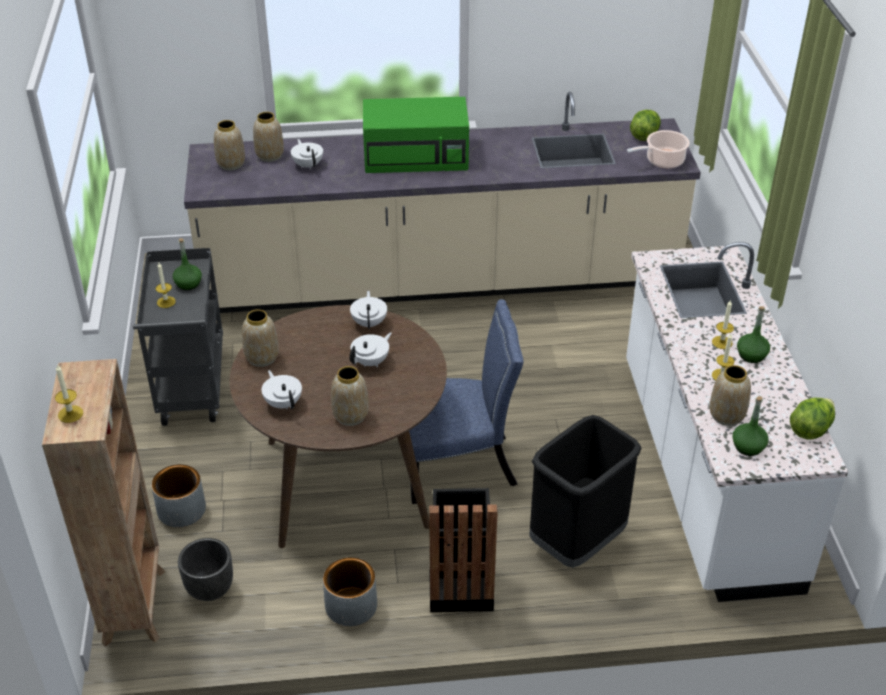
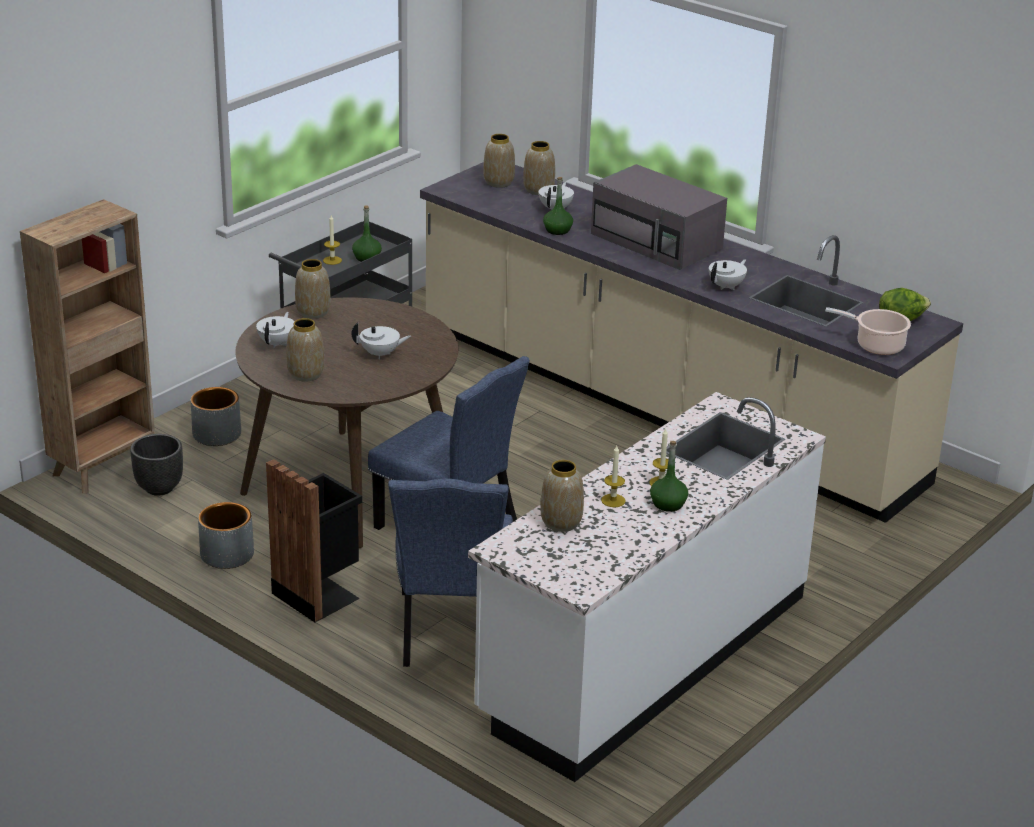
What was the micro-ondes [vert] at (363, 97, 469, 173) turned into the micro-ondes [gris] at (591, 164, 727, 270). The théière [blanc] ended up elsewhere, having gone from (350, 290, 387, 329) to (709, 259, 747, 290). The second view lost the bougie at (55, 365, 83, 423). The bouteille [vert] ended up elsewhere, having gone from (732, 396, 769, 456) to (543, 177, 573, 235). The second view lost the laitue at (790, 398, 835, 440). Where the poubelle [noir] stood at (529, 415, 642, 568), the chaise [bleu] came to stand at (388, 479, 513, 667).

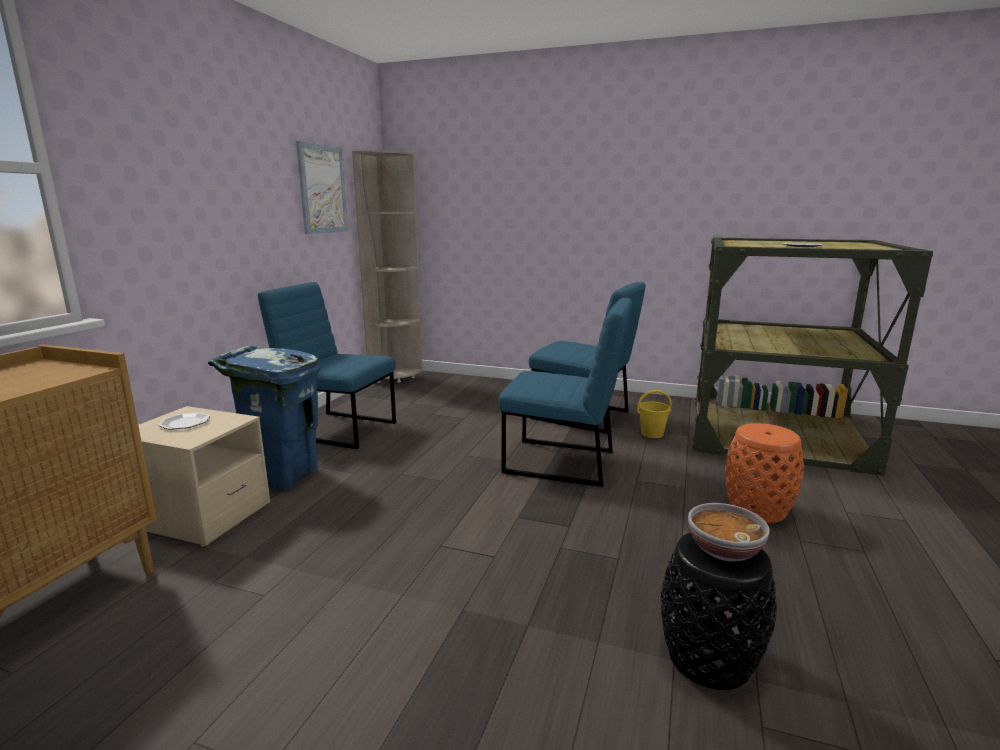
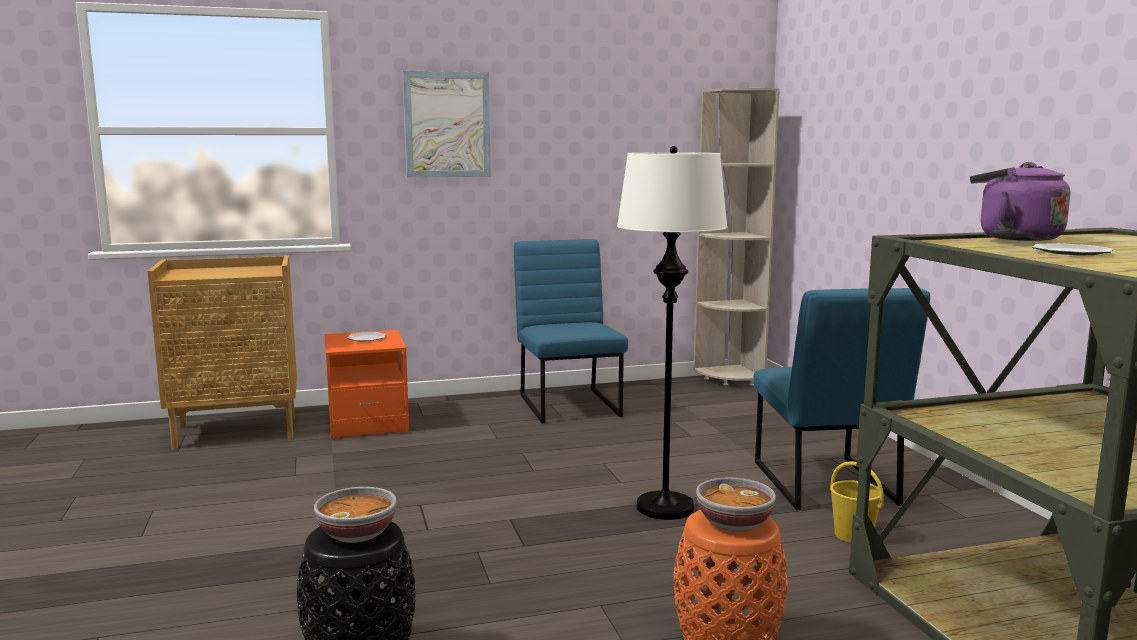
The tableau ended up elsewhere, having gone from (296, 141, 348, 234) to (403, 71, 491, 178). Where the chaise [bleu] stood at (499, 298, 632, 487), the lampadaire [blanc] came to stand at (617, 146, 728, 520). The second view lost the poubelle [bleu] at (208, 346, 321, 490). What was the table de chevet [beige] at (138, 406, 270, 547) turned into the table de chevet [orange] at (325, 330, 409, 438). The second view gained the bouilloire [violet] at (970, 162, 1070, 241). The second view gained the bol at (696, 477, 776, 532).

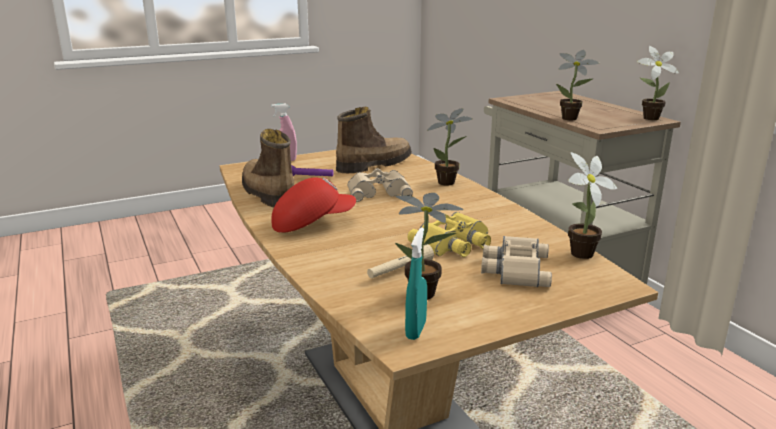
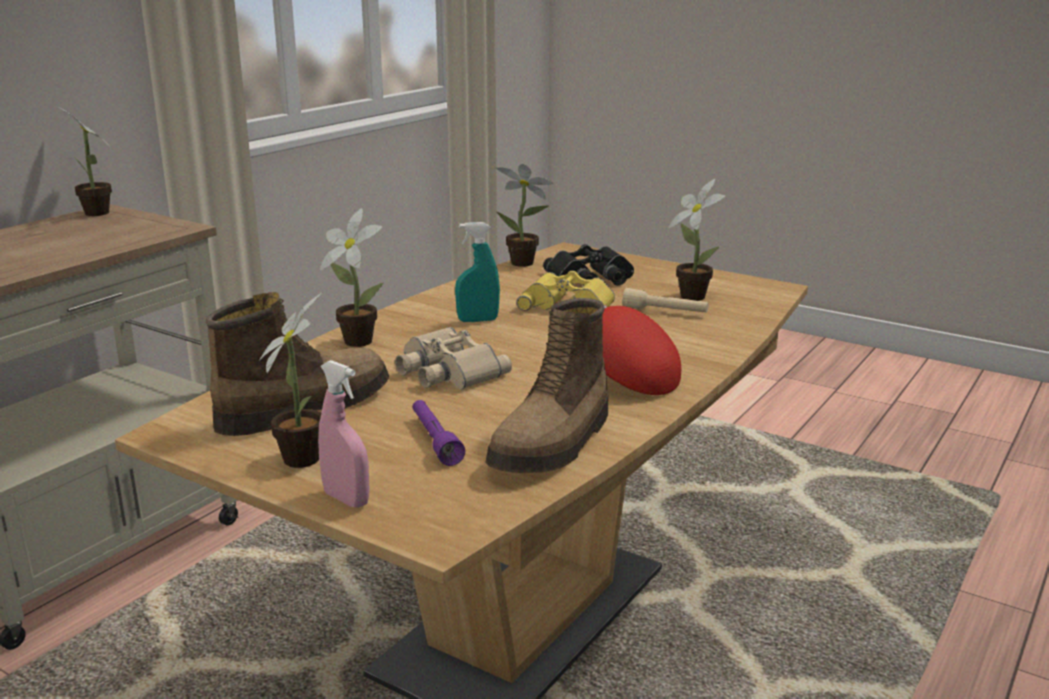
The plante en pot ended up elsewhere, having gone from (556, 50, 599, 120) to (259, 293, 321, 468). The botte at (336, 107, 412, 173) ended up facing another way, 120 degrees clockwise from before. The vaporisateur [turquoise] ended up elsewhere, having gone from (405, 227, 427, 340) to (455, 222, 500, 322). What was the jumelles [beige] at (481, 236, 552, 287) turned into the jumelles [noir] at (543, 244, 634, 286).

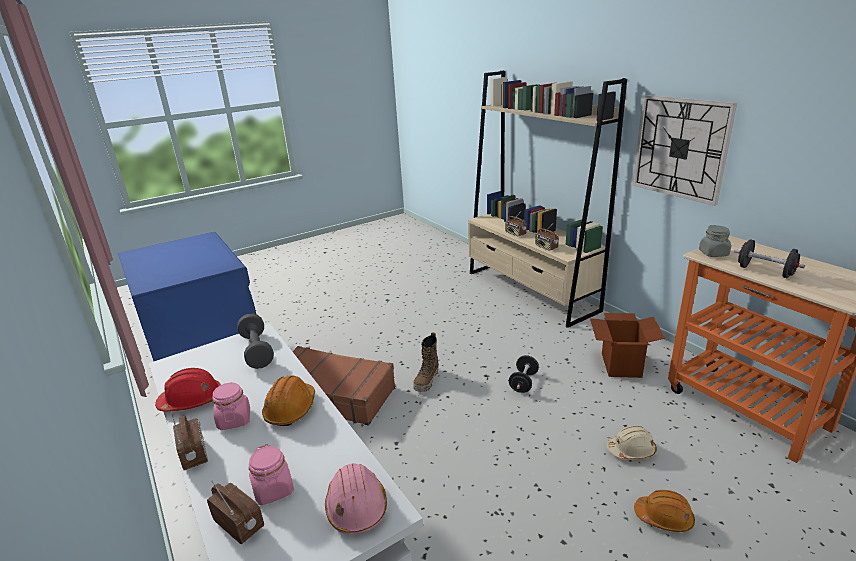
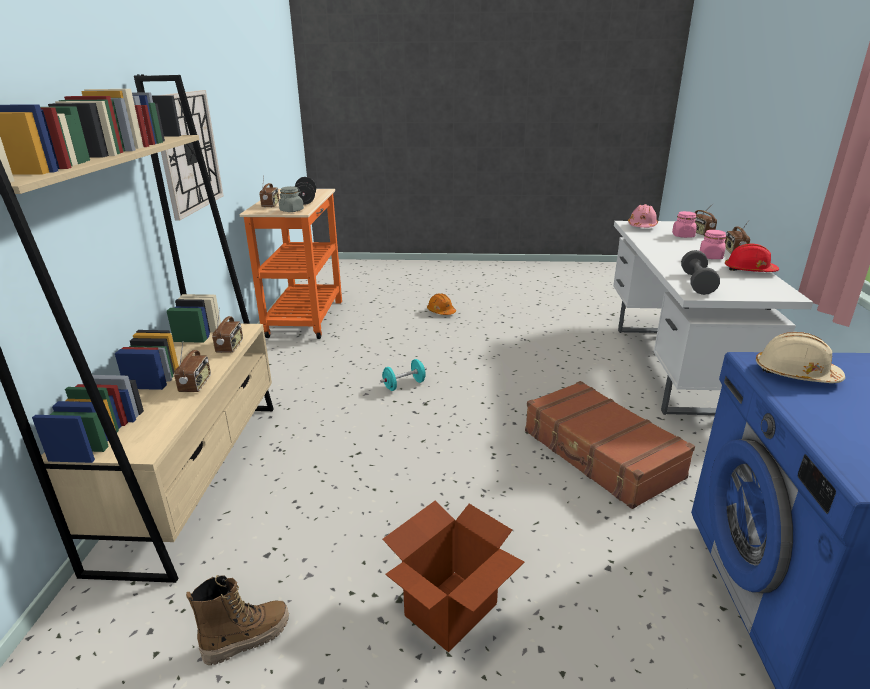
The carton ended up elsewhere, having gone from (590, 313, 665, 378) to (382, 501, 524, 653). The botte ended up elsewhere, having gone from (413, 333, 439, 392) to (186, 575, 289, 665). What was the haltère [noir] at (509, 355, 539, 393) turned into the haltère [turquoise] at (380, 359, 427, 391). The second view lost the casque de chantier [orange] at (262, 375, 315, 426). The casque de chantier [beige] ended up elsewhere, having gone from (607, 426, 657, 460) to (756, 332, 845, 383). The second view gained the radio at (259, 177, 279, 208).

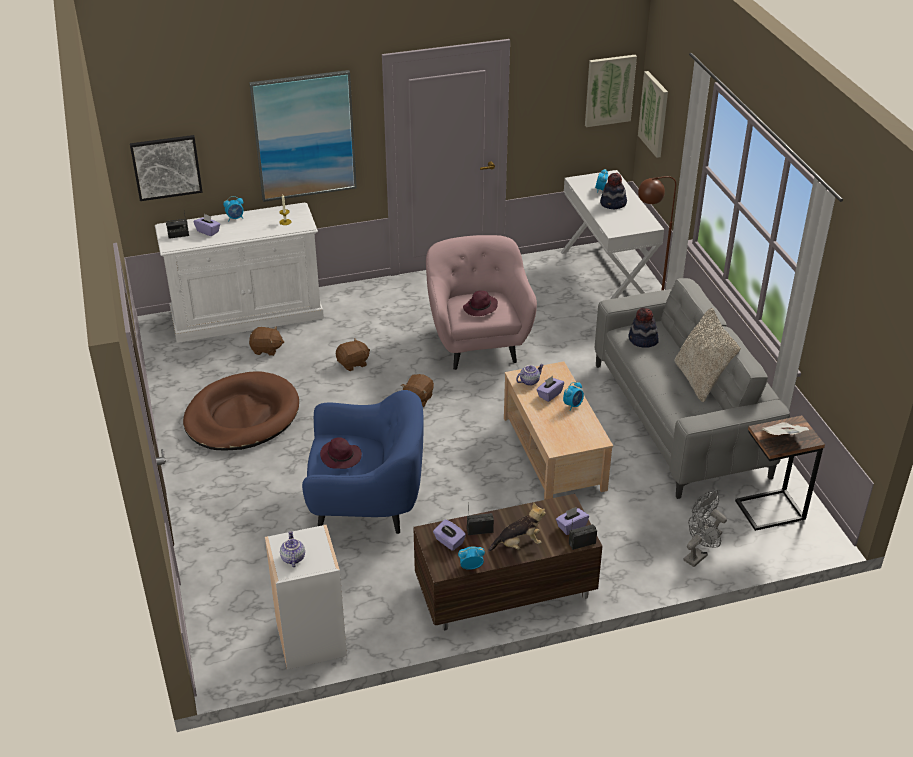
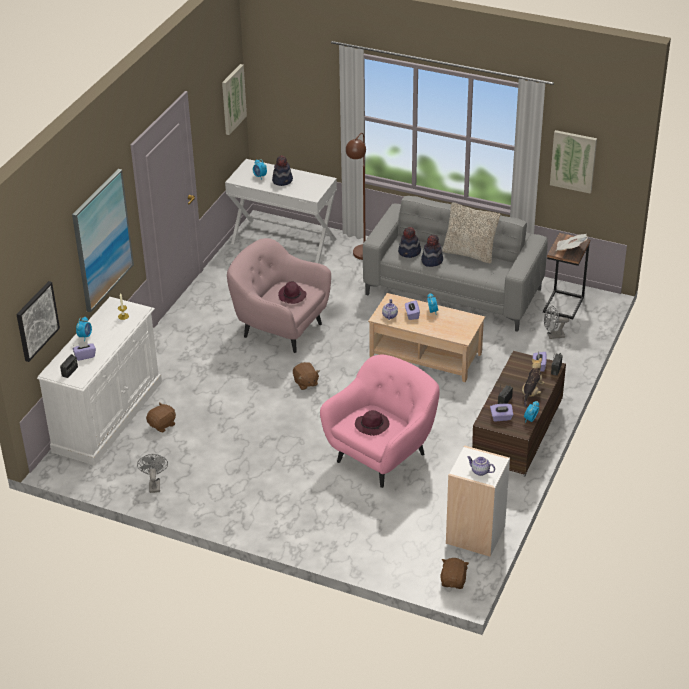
The tableau ended up elsewhere, having gone from (638, 71, 668, 158) to (550, 130, 597, 194). The peluche [marron] ended up elsewhere, having gone from (336, 338, 370, 371) to (440, 558, 469, 589). The second view lost the panier pour chien [marron] at (183, 371, 299, 450). What was the fauteuil [bleu] at (302, 390, 424, 534) turned into the fauteuil [rose] at (320, 354, 440, 488). The ventilateur [gris] ended up elsewhere, having gone from (683, 516, 721, 567) to (137, 454, 168, 493). The second view gained the chapeau at (421, 235, 443, 267).

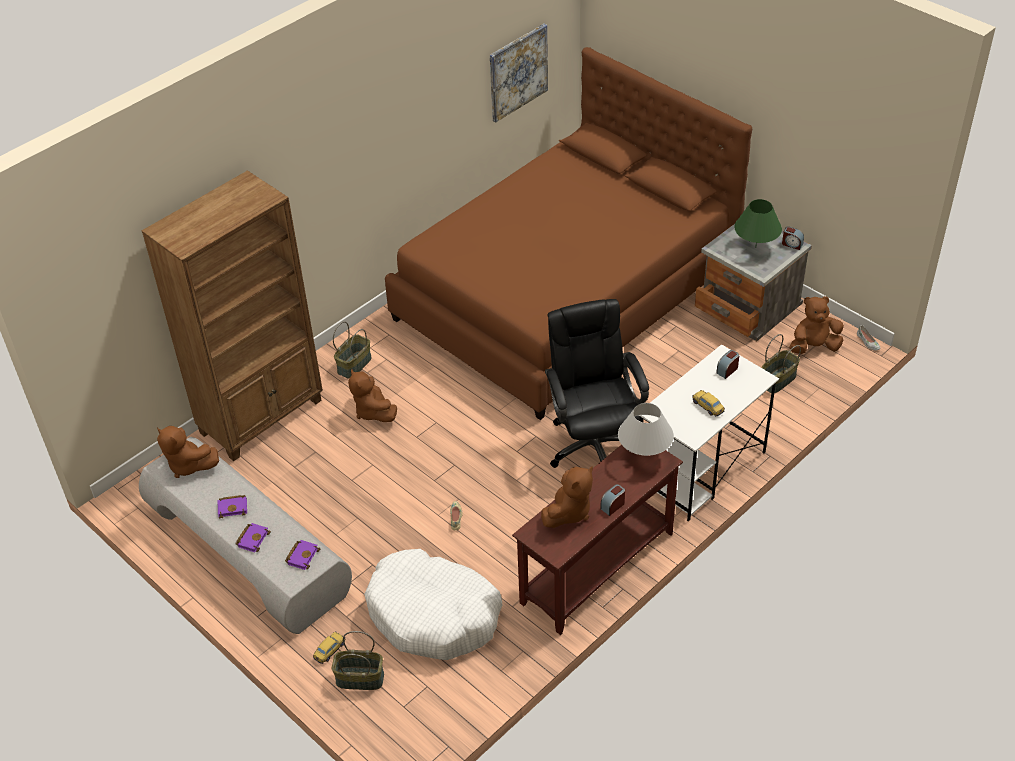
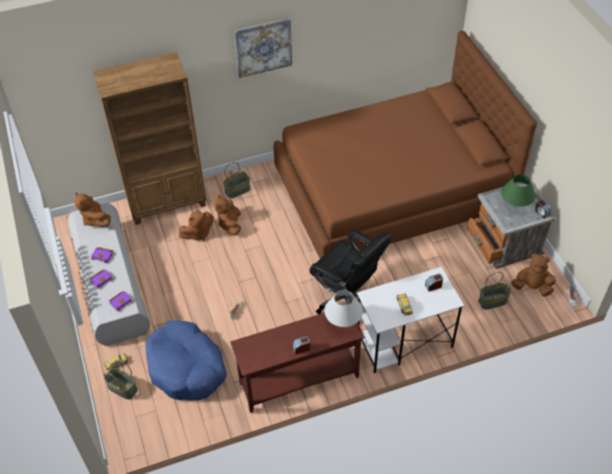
The tableau ended up elsewhere, having gone from (490, 24, 548, 123) to (234, 18, 292, 78). The chaise de bureau [noir] at (545, 299, 649, 468) ended up facing another way, 120 degrees clockwise from before. The peluche [marron] ended up elsewhere, having gone from (541, 466, 593, 528) to (179, 210, 214, 241). What was the panier pour chien [blanc] at (364, 549, 503, 660) turned into the panier pour chien [bleu] at (146, 320, 227, 401).

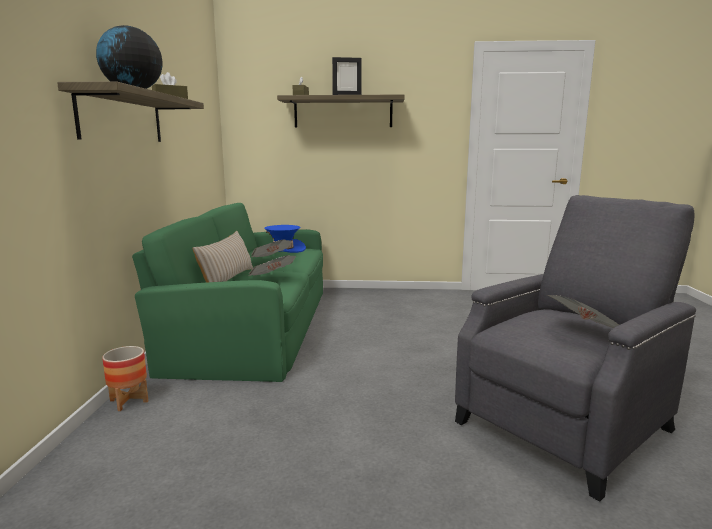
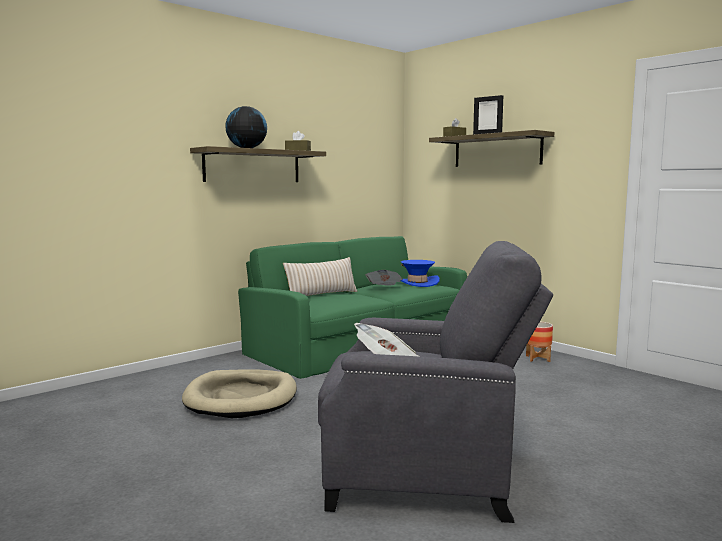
The second view lost the journal at (248, 255, 296, 276). The cache-pot ended up elsewhere, having gone from (102, 346, 149, 411) to (526, 321, 553, 362). The second view gained the panier pour chien [beige] at (182, 369, 297, 418).

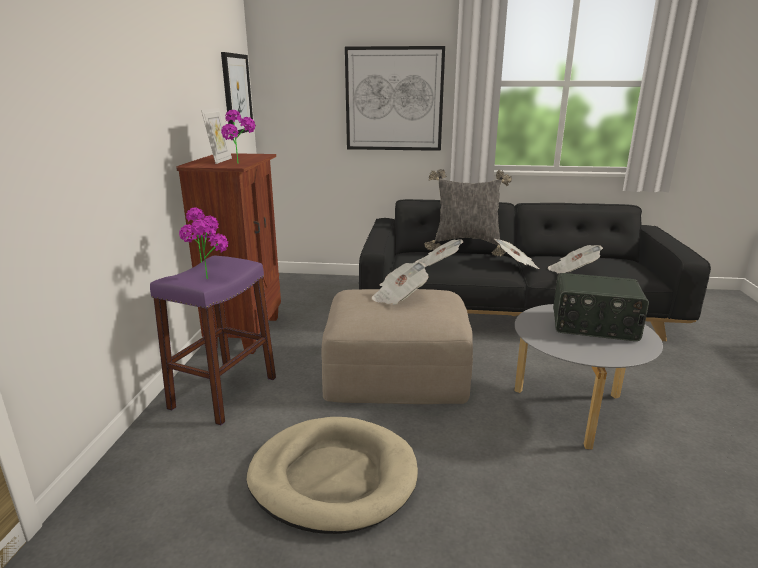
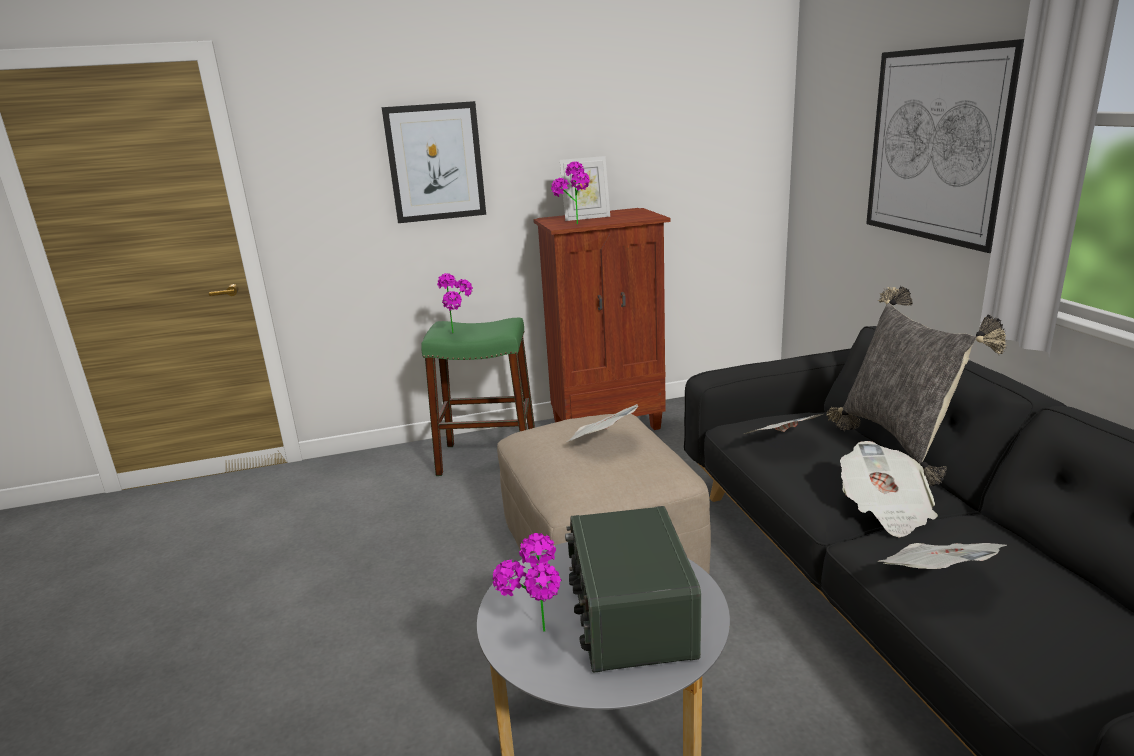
The tableau ended up elsewhere, having gone from (221, 52, 253, 136) to (381, 101, 486, 223). The plante en pot ended up elsewhere, having gone from (179, 207, 219, 263) to (492, 533, 561, 632). What was the tabouret [violet] at (150, 256, 276, 425) turned into the tabouret [vert] at (421, 318, 535, 476). The second view lost the panier pour chien [beige] at (246, 417, 418, 534).

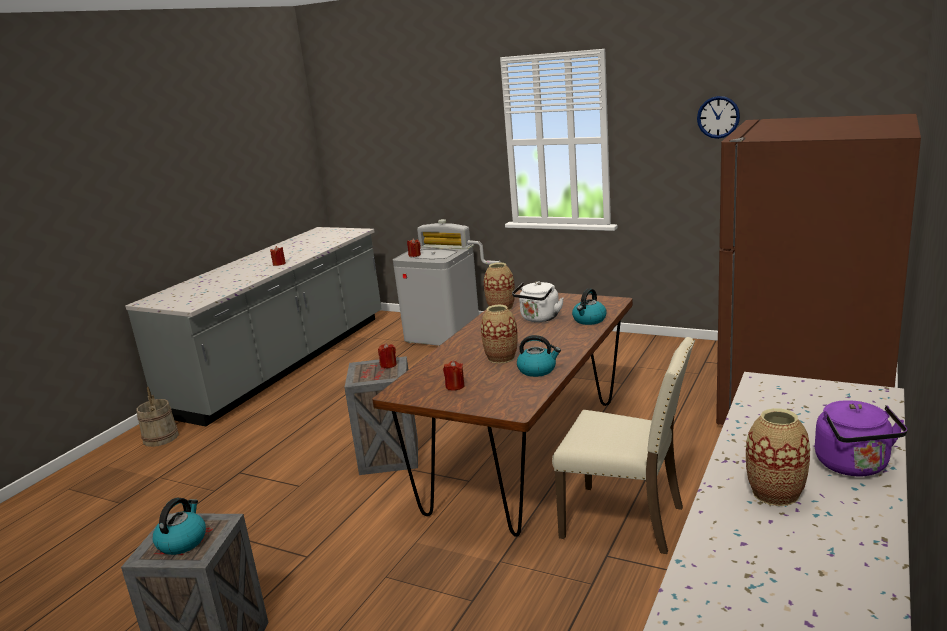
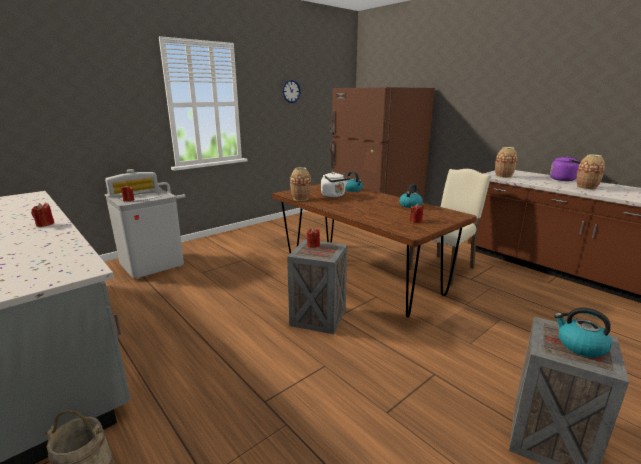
The vase ended up elsewhere, having gone from (481, 305, 518, 363) to (495, 147, 517, 178).

